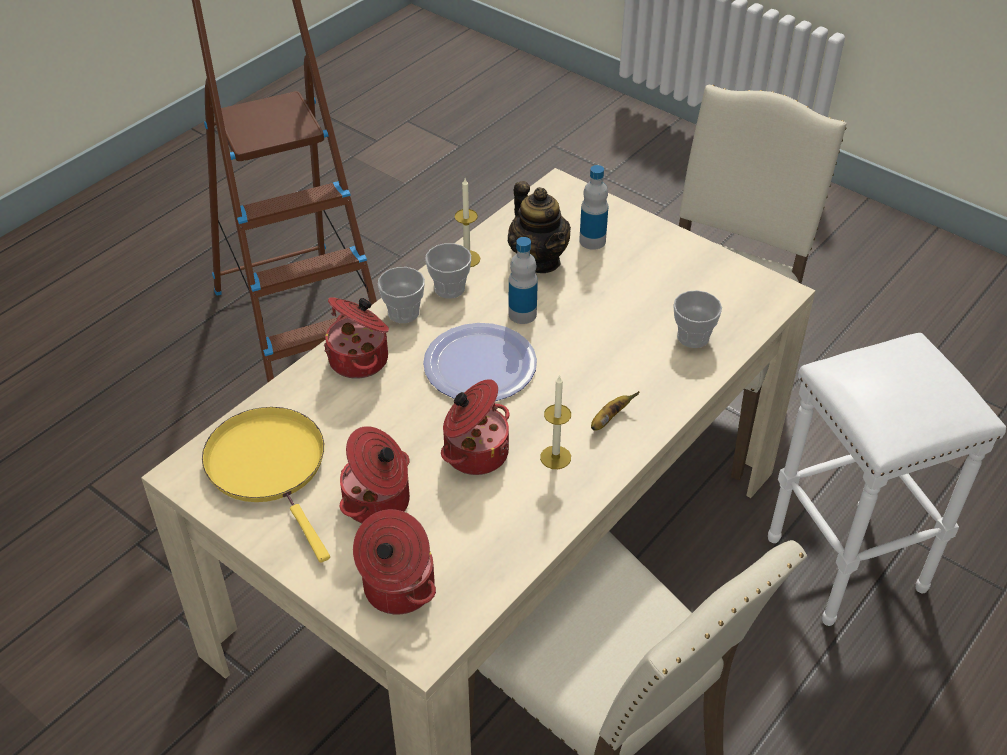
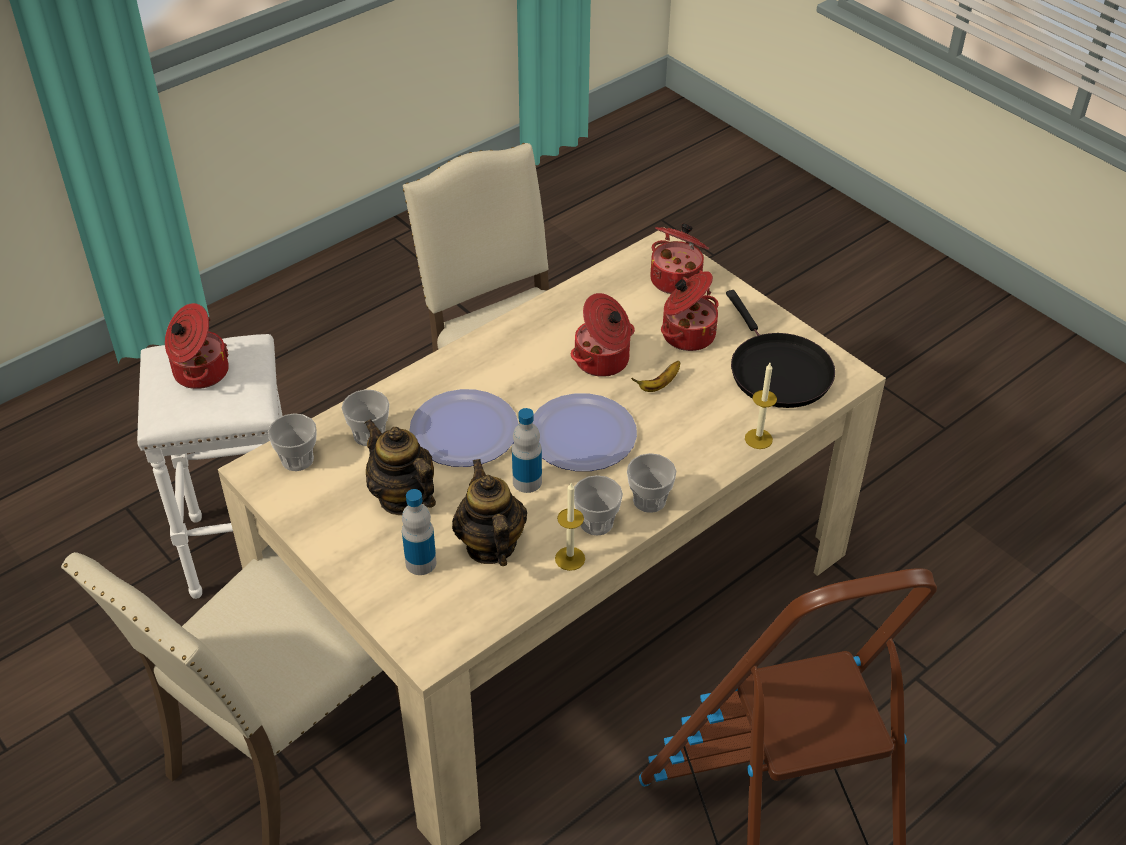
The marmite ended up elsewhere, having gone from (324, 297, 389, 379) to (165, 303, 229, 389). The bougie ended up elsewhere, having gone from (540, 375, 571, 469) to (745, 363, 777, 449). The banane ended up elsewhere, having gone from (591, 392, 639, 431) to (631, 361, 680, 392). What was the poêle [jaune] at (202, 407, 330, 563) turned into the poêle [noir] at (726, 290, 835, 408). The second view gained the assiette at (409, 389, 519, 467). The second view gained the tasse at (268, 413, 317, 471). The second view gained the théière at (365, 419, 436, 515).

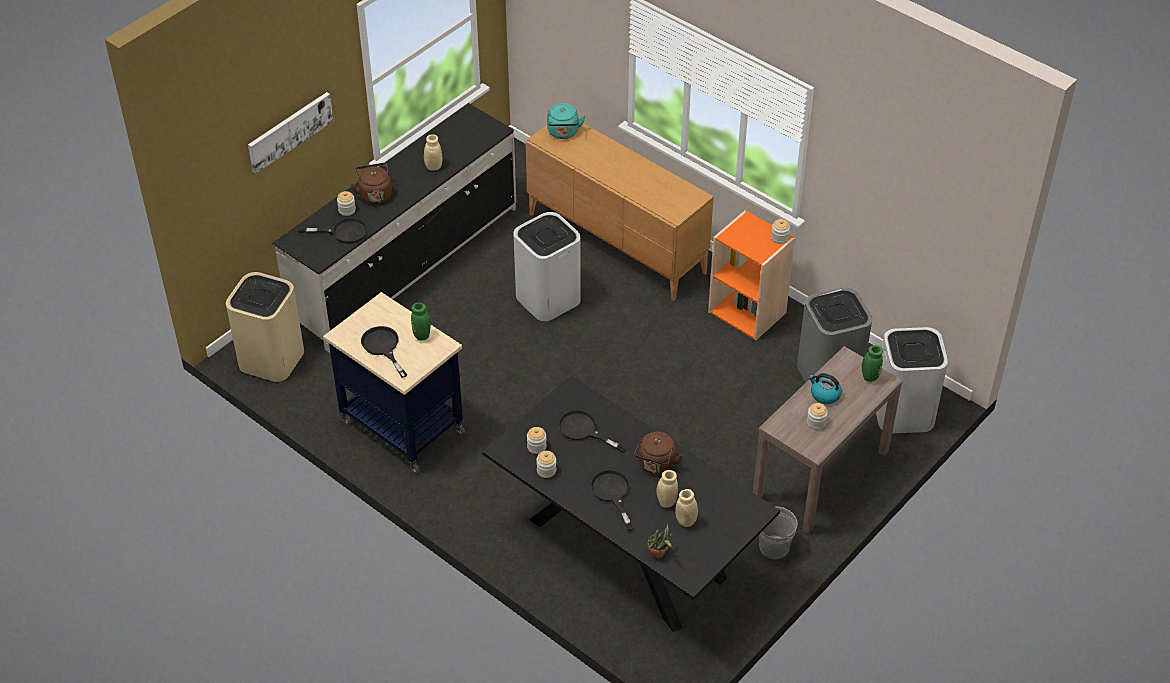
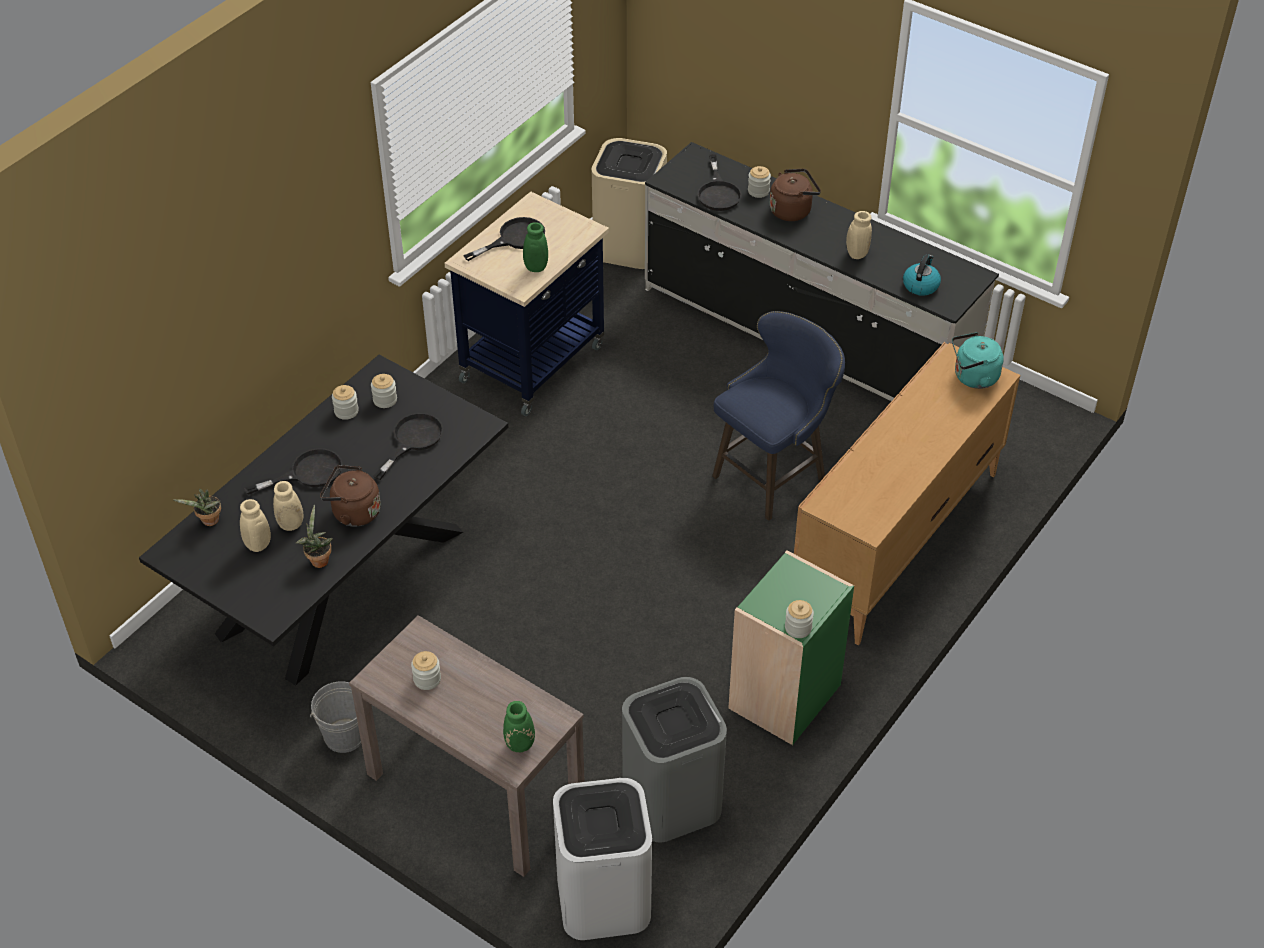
The second view lost the tableau at (248, 92, 333, 174). What was the bibliothèque [orange] at (708, 210, 795, 340) turned into the bibliothèque [vert] at (728, 551, 854, 745). Where the poubelle [blanc] stood at (513, 212, 581, 321), the tabouret [bleu] came to stand at (712, 311, 845, 521). The bouilloire ended up elsewhere, having gone from (809, 373, 842, 404) to (903, 255, 941, 296). The second view gained the plante en pot at (296, 505, 333, 568).

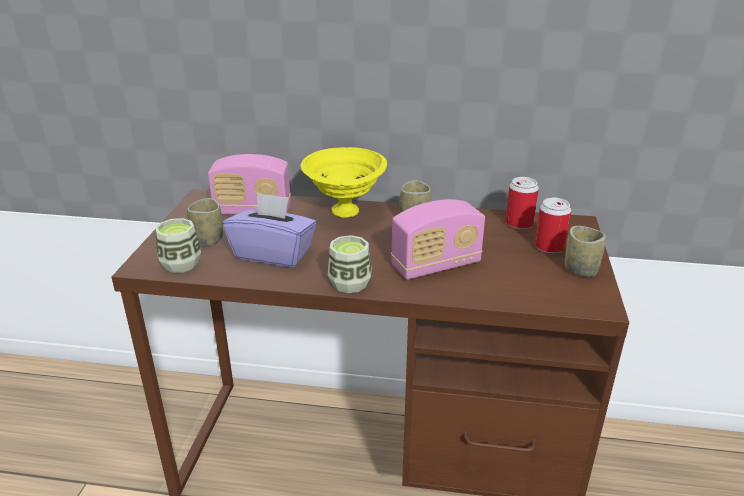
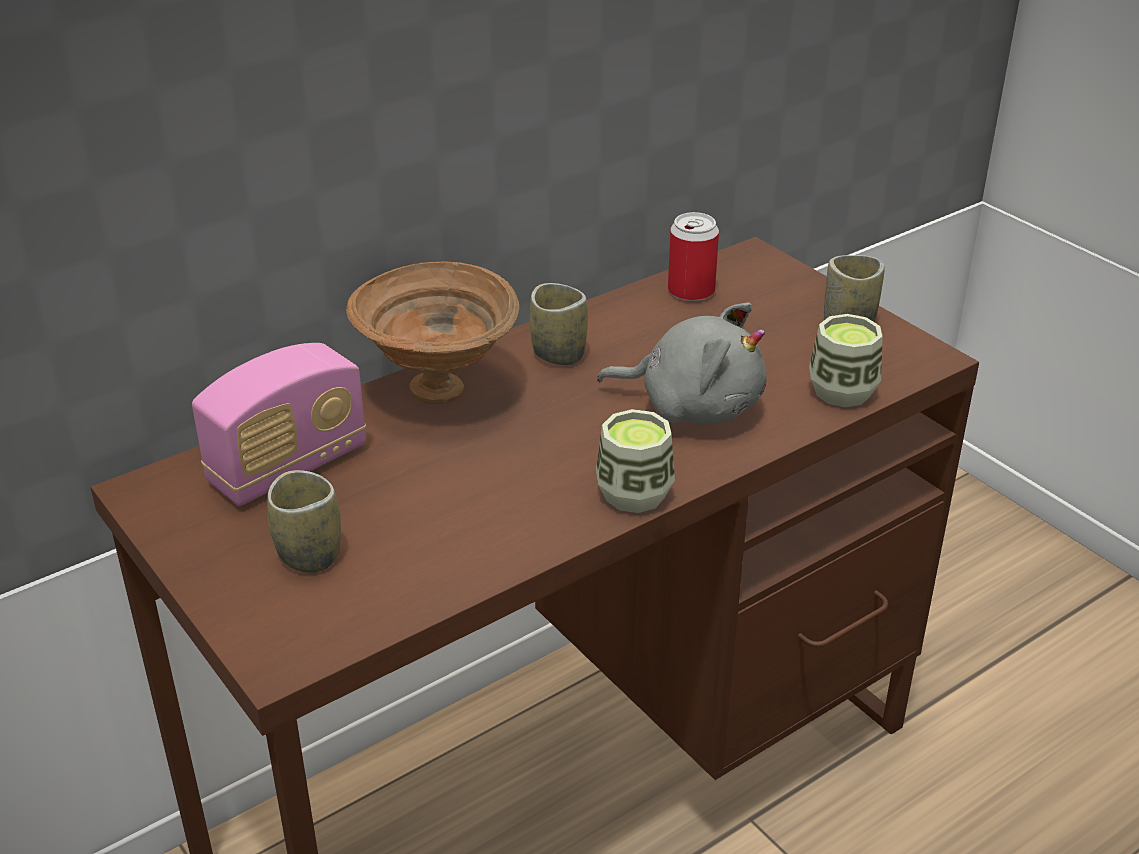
What was the bol [jaune] at (300, 147, 387, 217) turned into the bol [marron] at (346, 262, 519, 404). The second view lost the boîte à mouchoirs [violet] at (223, 192, 317, 267). The second view lost the boîte métallique at (534, 198, 572, 253). Where the radio stood at (391, 199, 485, 280), the peluche [gris] came to stand at (597, 302, 767, 424). The tasse ended up elsewhere, having gone from (155, 218, 201, 273) to (809, 314, 883, 407).

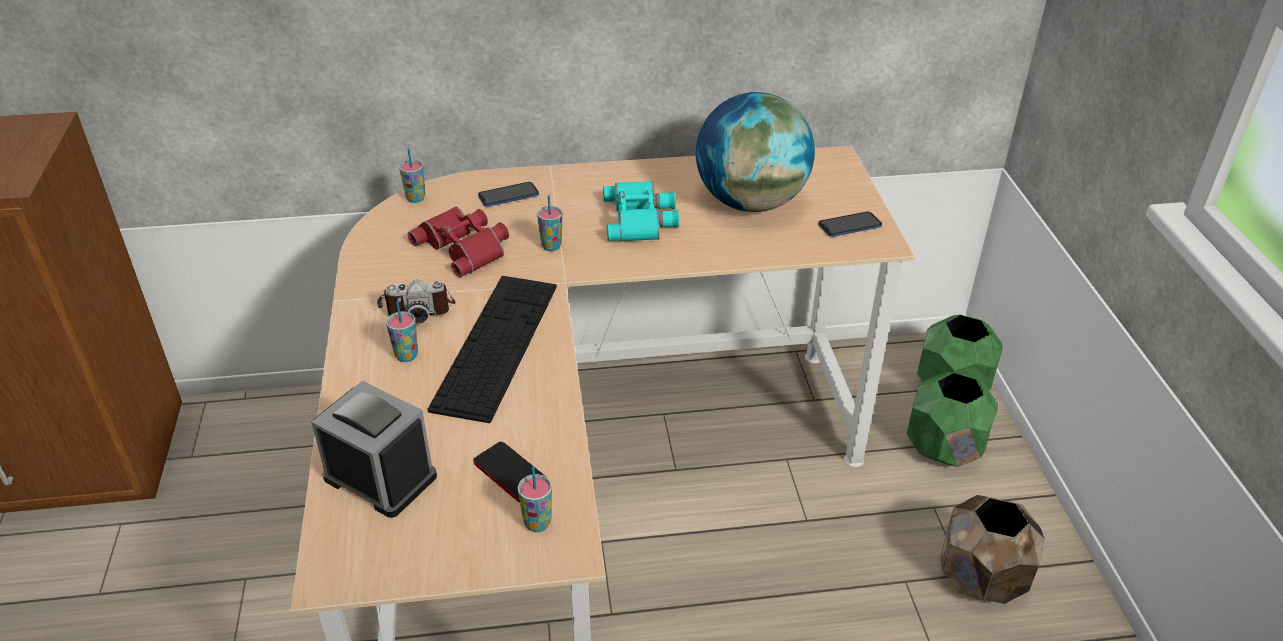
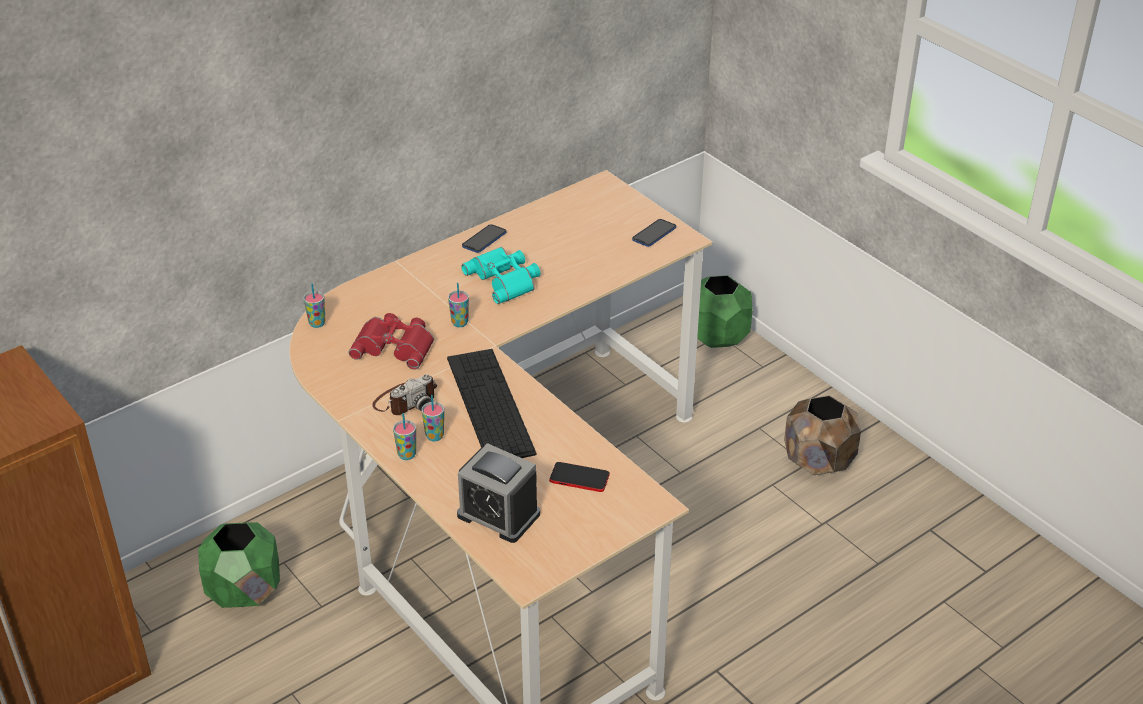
The second view lost the globe at (696, 92, 815, 212). The téléphone ended up elsewhere, having gone from (478, 182, 539, 207) to (462, 224, 507, 253). The cache-pot [vert] ended up elsewhere, having gone from (907, 372, 998, 467) to (198, 522, 280, 608). The réveil at (311, 381, 437, 518) ended up facing another way, 150 degrees counterclockwise from before. The tasse ended up elsewhere, having gone from (518, 467, 552, 532) to (393, 413, 416, 460).

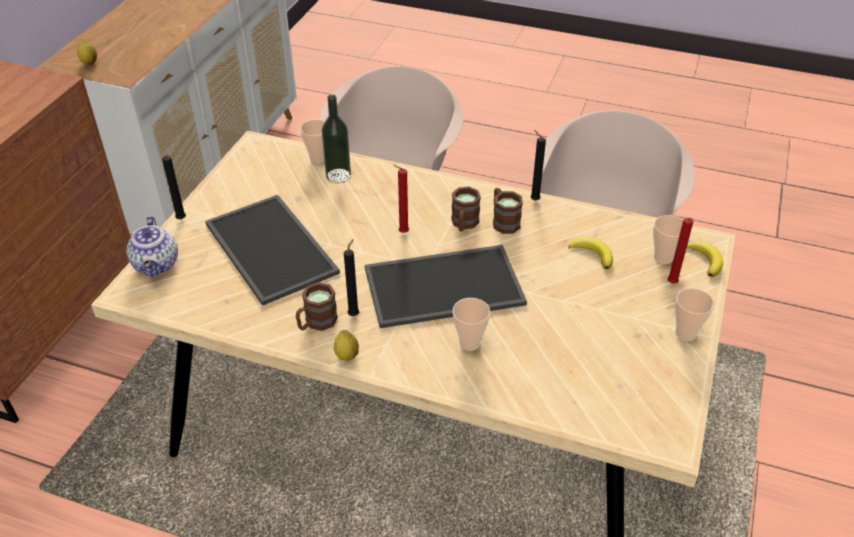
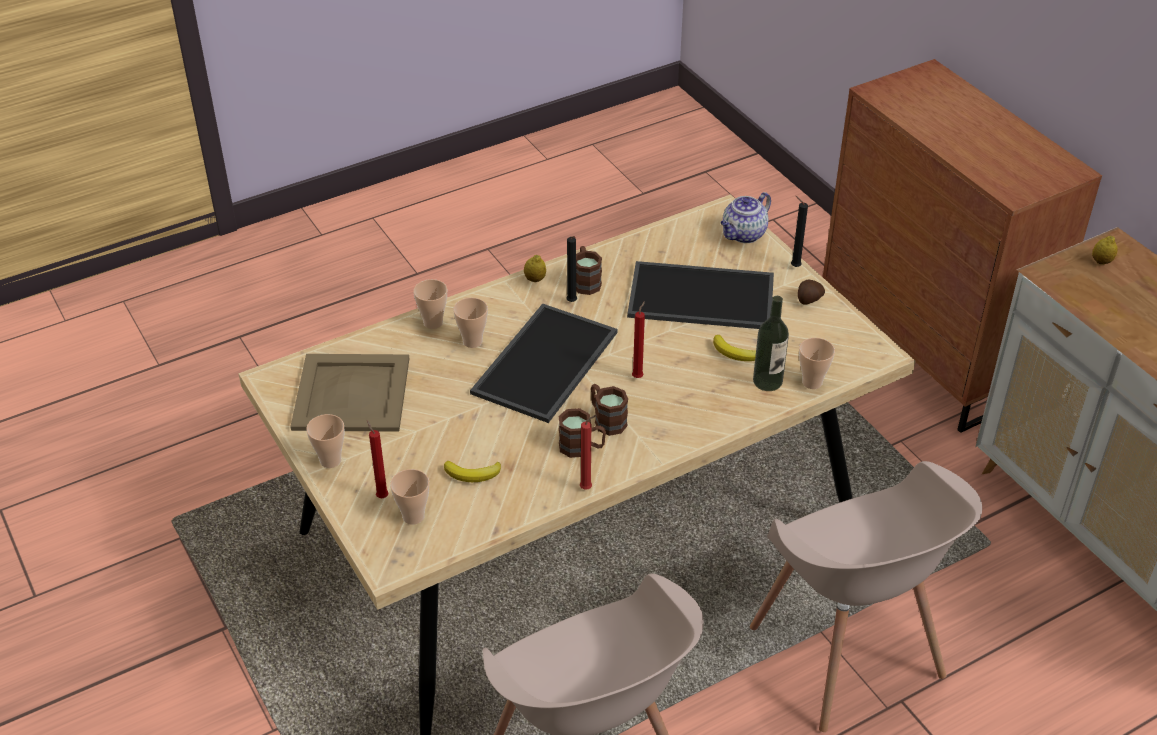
What was the bougie [noir] at (530, 130, 546, 201) turned into the bougie [rouge] at (580, 415, 596, 489). The théière at (127, 216, 178, 277) ended up facing another way, 75 degrees counterclockwise from before. The banane ended up elsewhere, having gone from (687, 241, 723, 277) to (713, 335, 756, 361). The second view gained the tasse at (413, 279, 447, 329). The second view gained the pomme de terre at (798, 279, 825, 305). The second view gained the plateau [beige] at (290, 354, 409, 432).

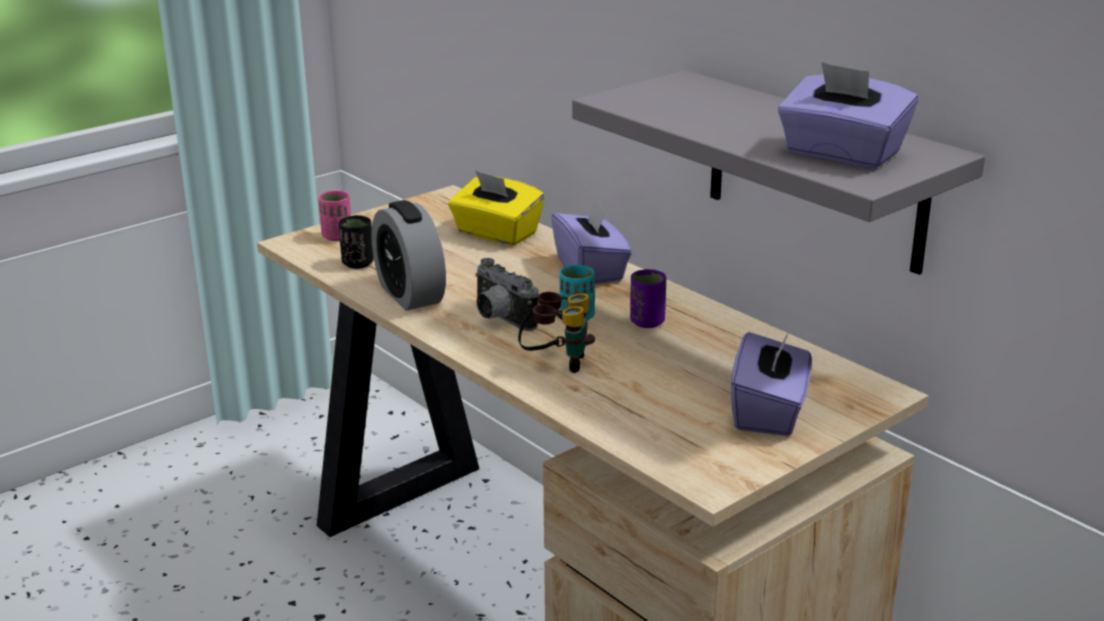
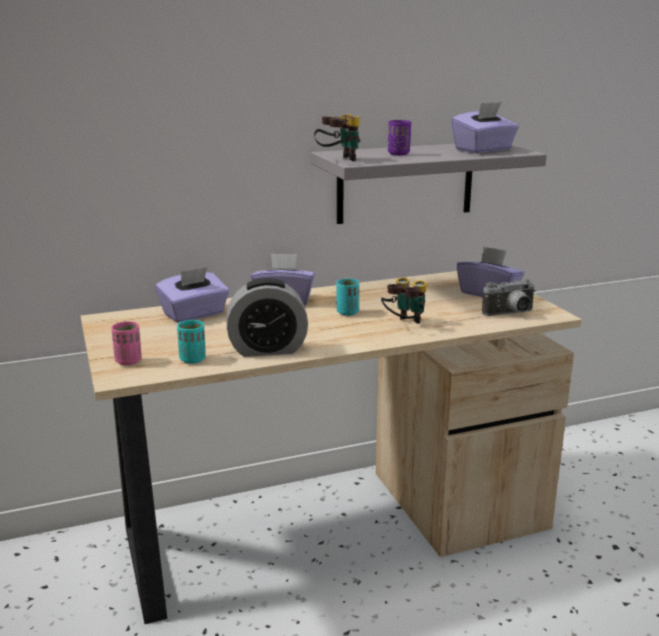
What was the boîte à mouchoirs [jaune] at (448, 171, 545, 246) turned into the boîte à mouchoirs [violet] at (155, 267, 229, 323). What was the tasse [noir] at (339, 215, 374, 269) turned into the tasse [turquoise] at (177, 320, 206, 364). The appareil photo ended up elsewhere, having gone from (475, 258, 539, 331) to (482, 279, 536, 316). The tasse [violet] ended up elsewhere, having gone from (630, 269, 666, 328) to (388, 120, 411, 155). The second view gained the jumelles at (314, 114, 360, 161).

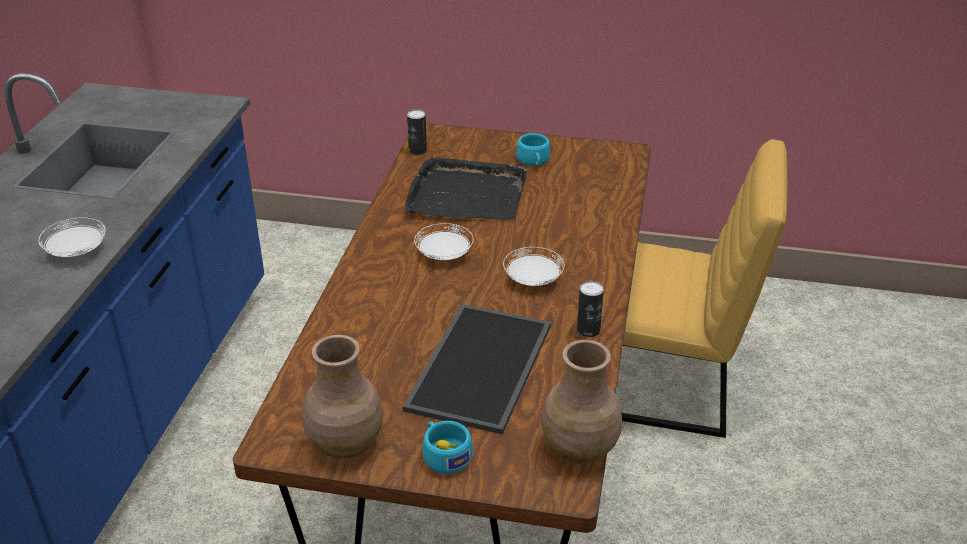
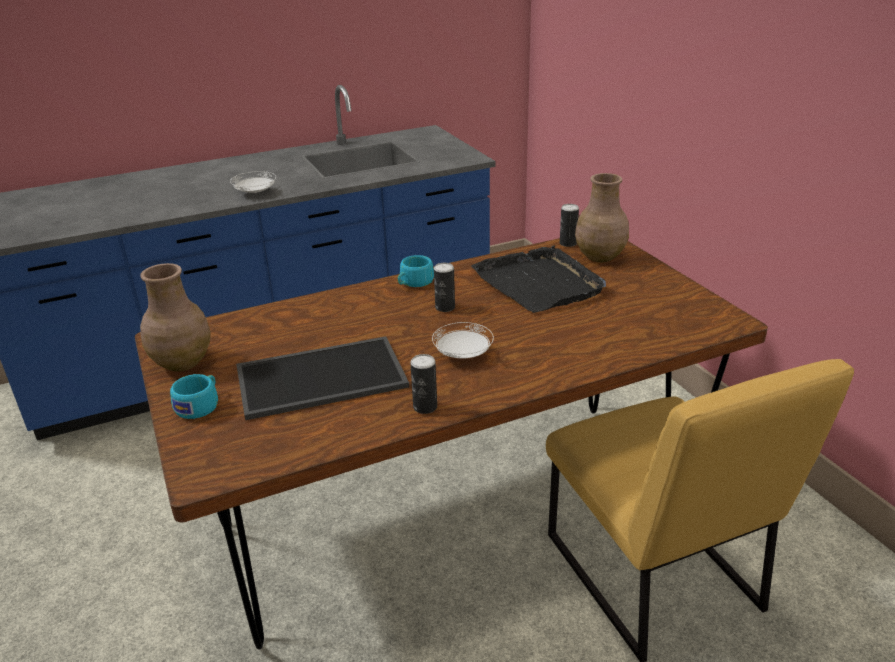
The tasse [turquoise] ended up elsewhere, having gone from (516, 133, 550, 166) to (398, 255, 434, 287). Where the assiette [blanc] stood at (414, 223, 474, 260), the boîte métallique came to stand at (434, 263, 455, 312). The vase [marron] ended up elsewhere, having gone from (541, 340, 622, 464) to (575, 173, 629, 262).

